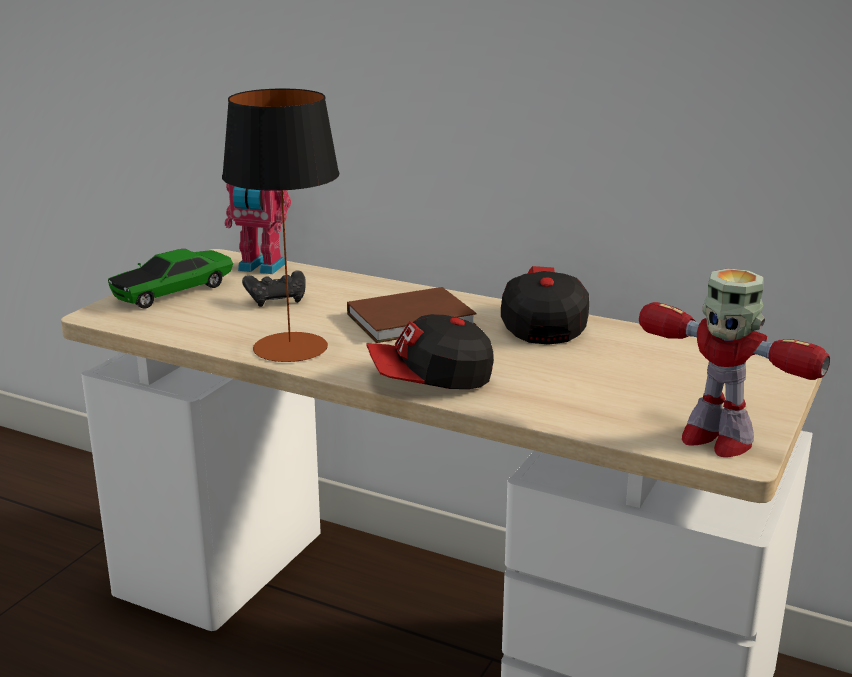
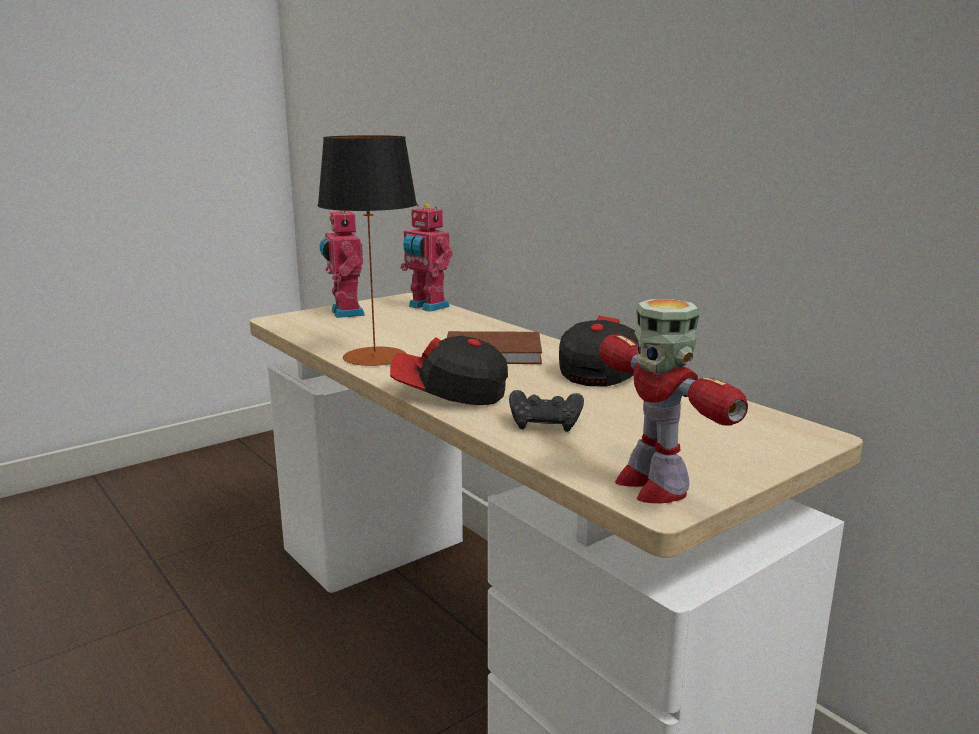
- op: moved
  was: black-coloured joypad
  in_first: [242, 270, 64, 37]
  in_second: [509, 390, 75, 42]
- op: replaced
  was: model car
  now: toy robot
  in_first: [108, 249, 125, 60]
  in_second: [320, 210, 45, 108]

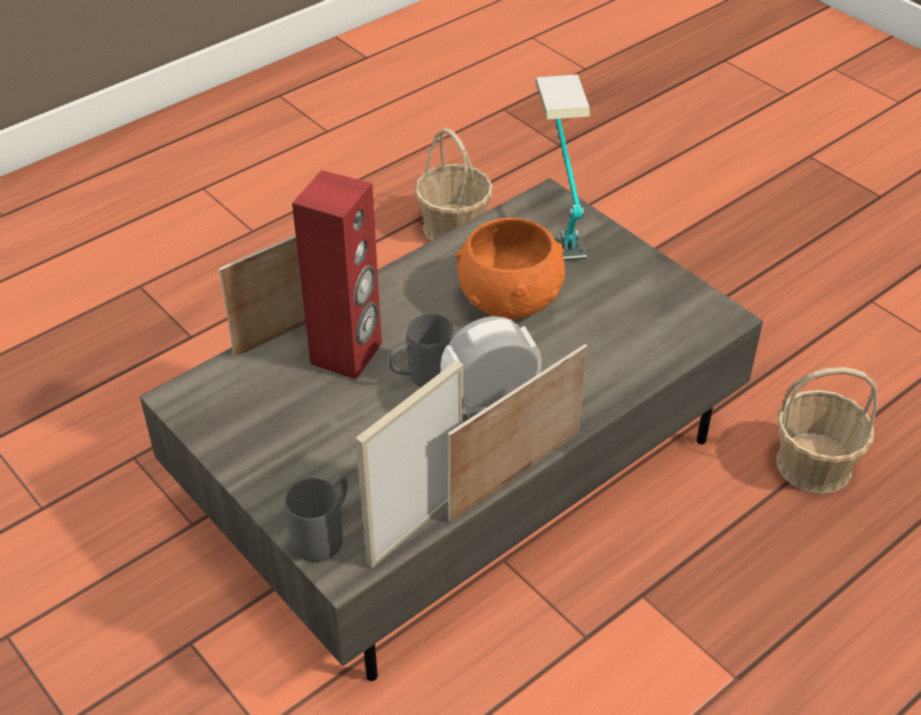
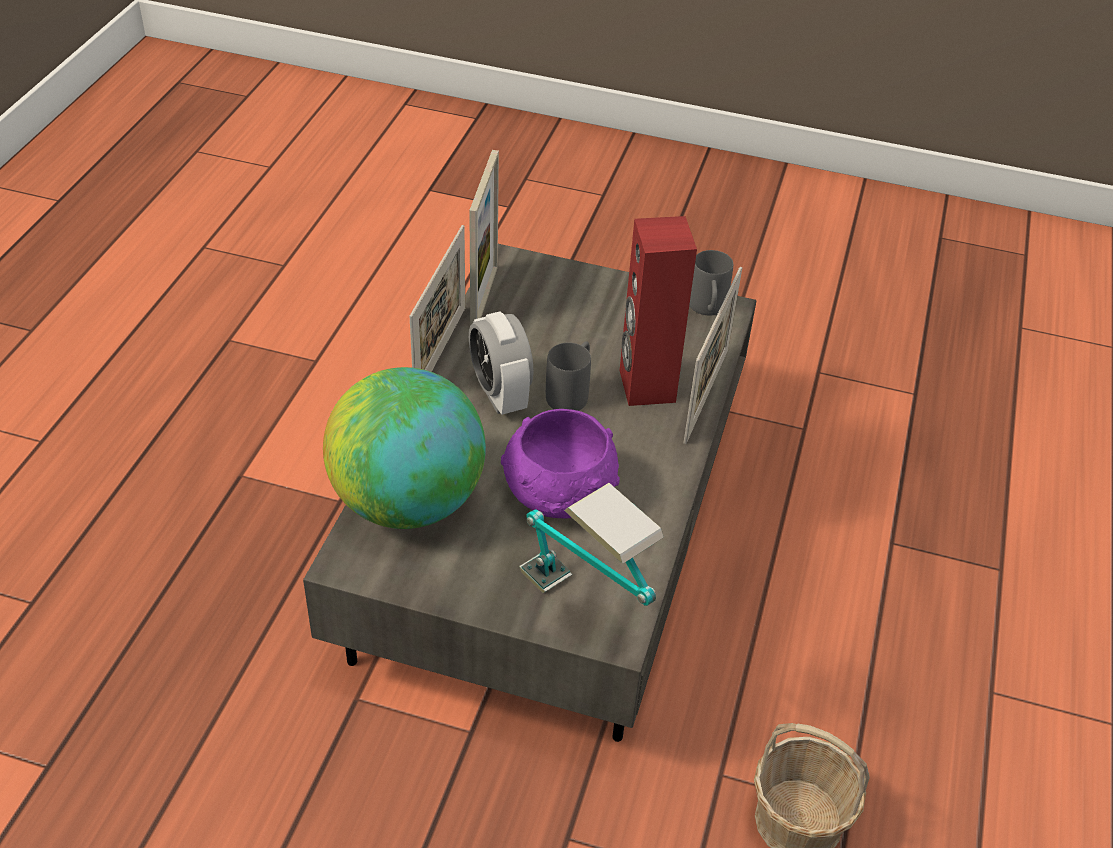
- op: removed
  was: storage basket
  in_first: [776, 367, 102, 127]
- op: added
  now: globe
  in_second: [323, 367, 163, 162]
- op: moved
  was: gray tea mug
  in_first: [285, 474, 63, 88]
  in_second: [689, 250, 44, 65]
- op: recoloured
  was: orange-coloured serving bowl
  now: purple serving bowl
  in_first: [456, 217, 109, 102]
  in_second: [501, 409, 119, 110]
- op: turned
  was: bedside clock
  in_first: [440, 316, 102, 103]
  in_second: [469, 311, 64, 104]
  clockwise: 120

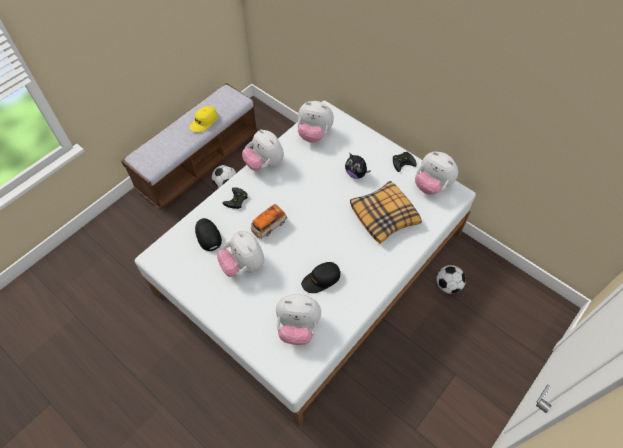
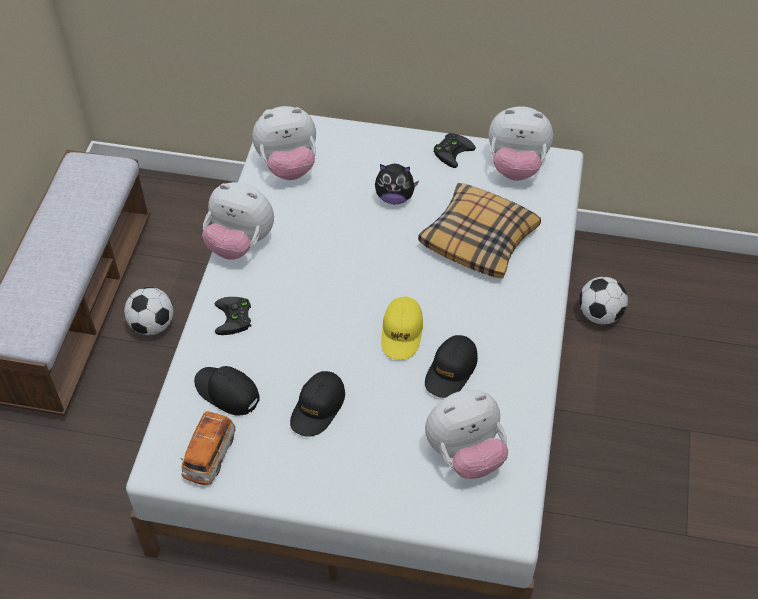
- op: moved
  was: yellow baseball cap
  in_first: [189, 106, 29, 26]
  in_second: [381, 297, 42, 63]
- op: moved
  was: model car
  in_first: [250, 204, 37, 35]
  in_second: [181, 411, 55, 74]
- op: replaced
  was: soft toy
  now: black-coloured baseball cap
  in_first: [217, 231, 48, 46]
  in_second: [290, 371, 55, 66]

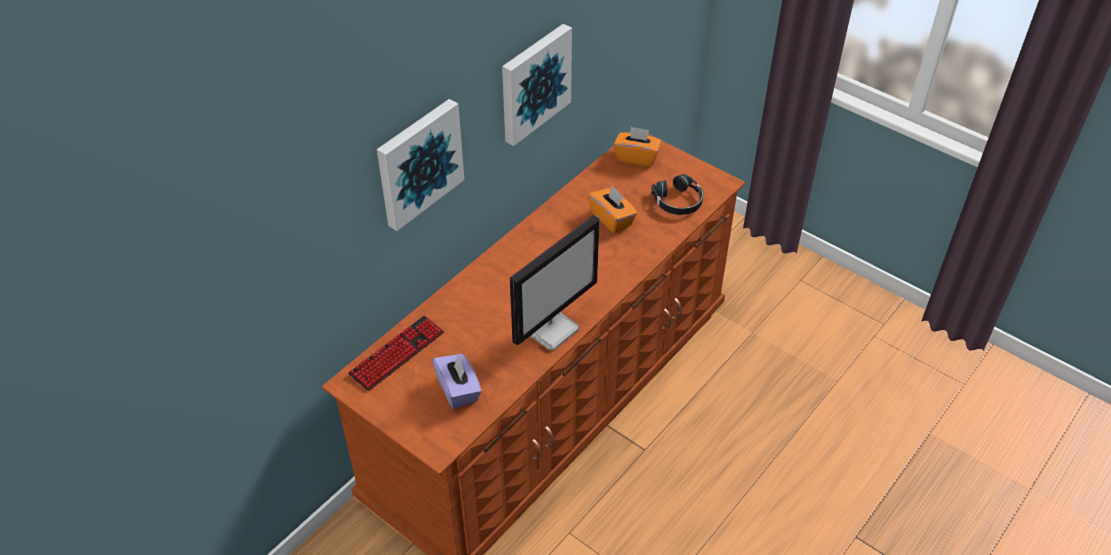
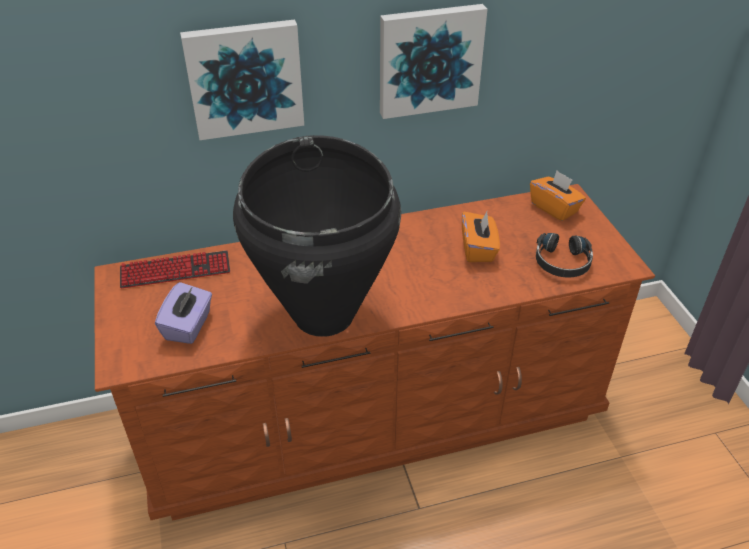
- op: replaced
  was: computer display
  now: black-coloured flower vase
  in_first: [510, 215, 90, 135]
  in_second: [233, 135, 168, 202]

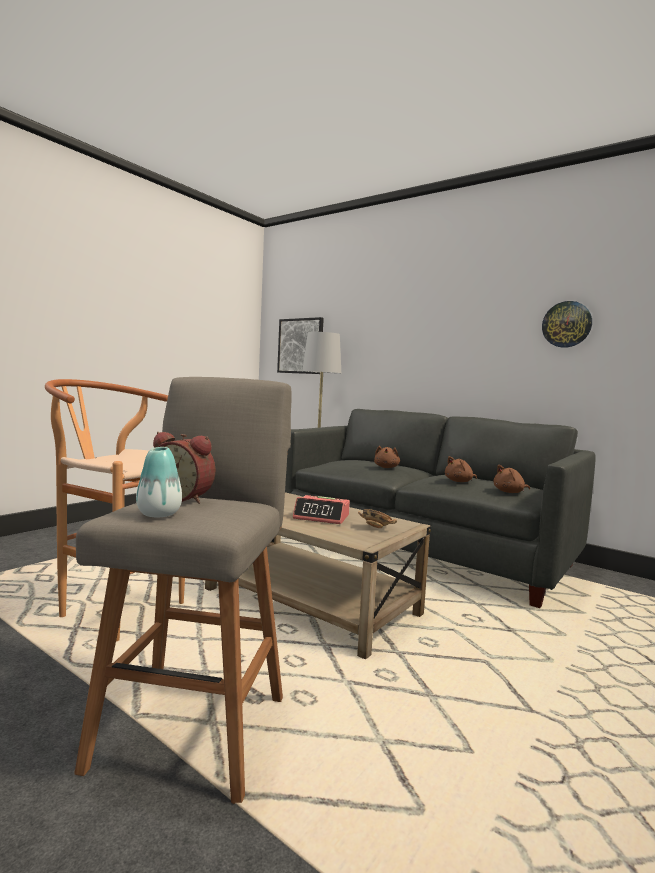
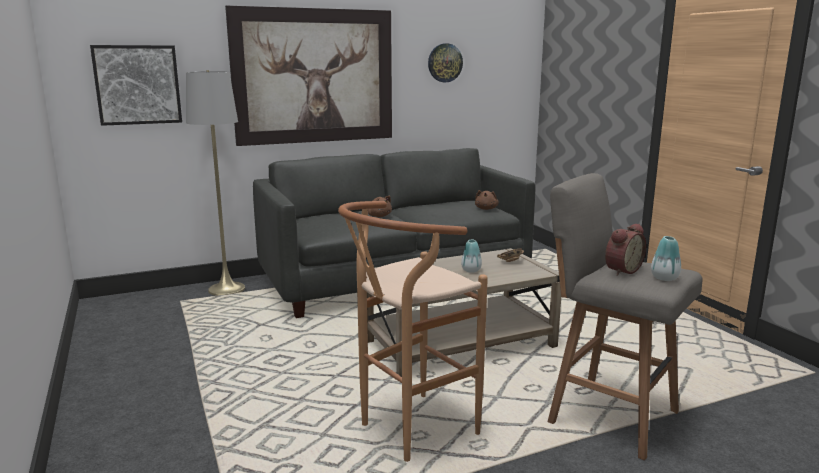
- op: removed
  was: brown-coloured soft toy
  in_first: [445, 456, 32, 26]
- op: added
  now: picture
  in_second: [225, 6, 167, 140]
- op: replaced
  was: bedside clock
  now: flower vase
  in_first: [293, 495, 57, 29]
  in_second: [461, 240, 21, 32]

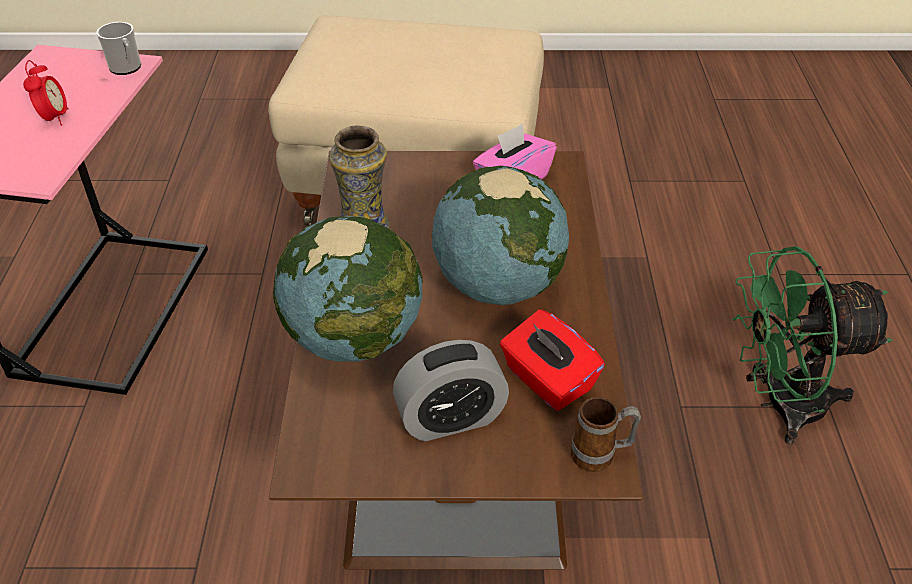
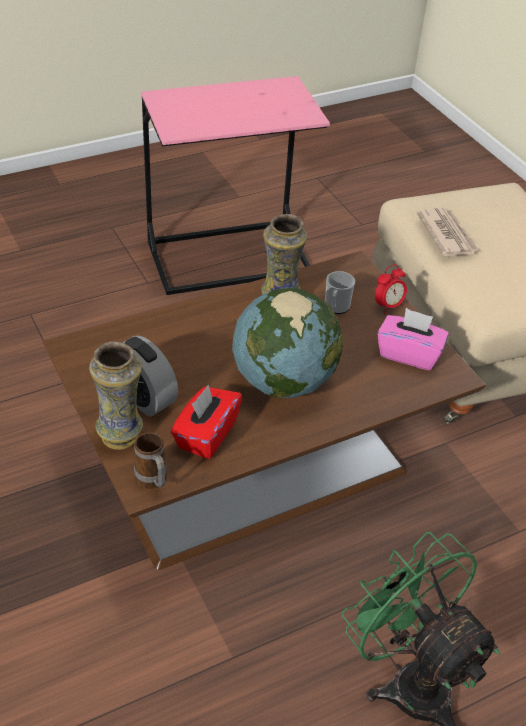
- op: removed
  was: globe
  in_first: [273, 216, 150, 146]
- op: added
  now: flower vase
  in_second: [89, 342, 54, 108]
- op: added
  now: printed paper
  in_second: [416, 208, 64, 48]
- op: moved
  was: bedside clock
  in_first: [23, 60, 46, 66]
  in_second: [375, 264, 32, 50]
- op: moved
  was: tea mug
  in_first: [97, 22, 44, 53]
  in_second: [325, 271, 30, 43]

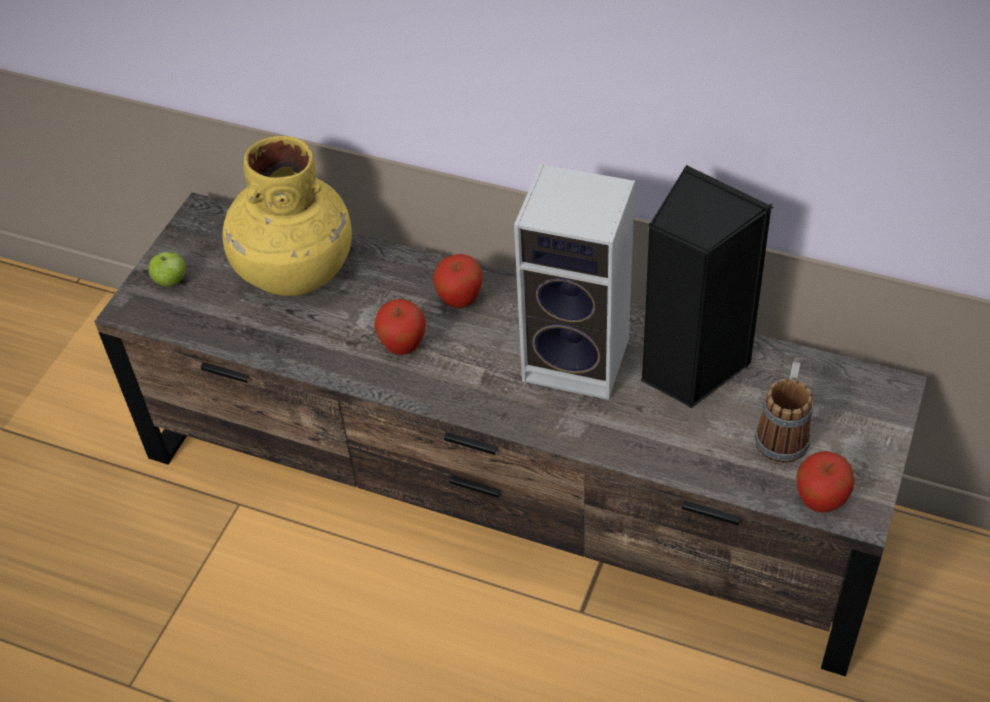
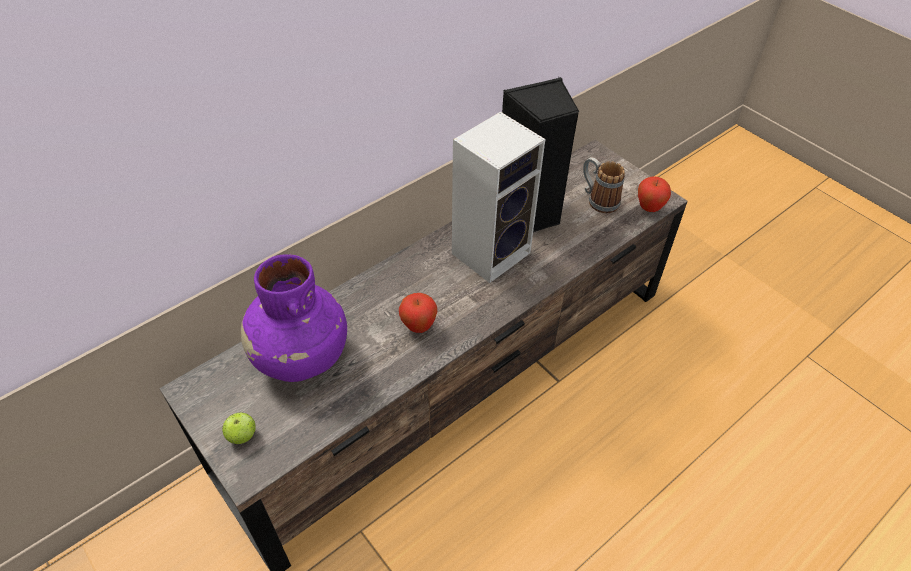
- op: removed
  was: whole apple
  in_first: [433, 254, 49, 54]
- op: recoloured
  was: yellow flower vase
  now: purple flower vase
  in_first: [223, 136, 129, 160]
  in_second: [241, 254, 106, 128]

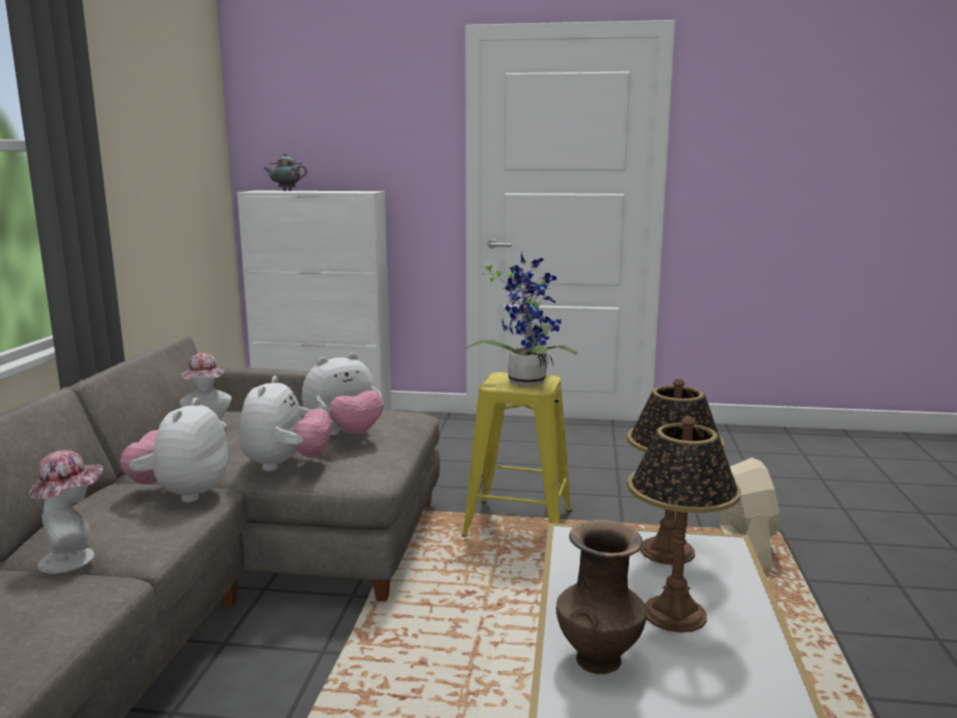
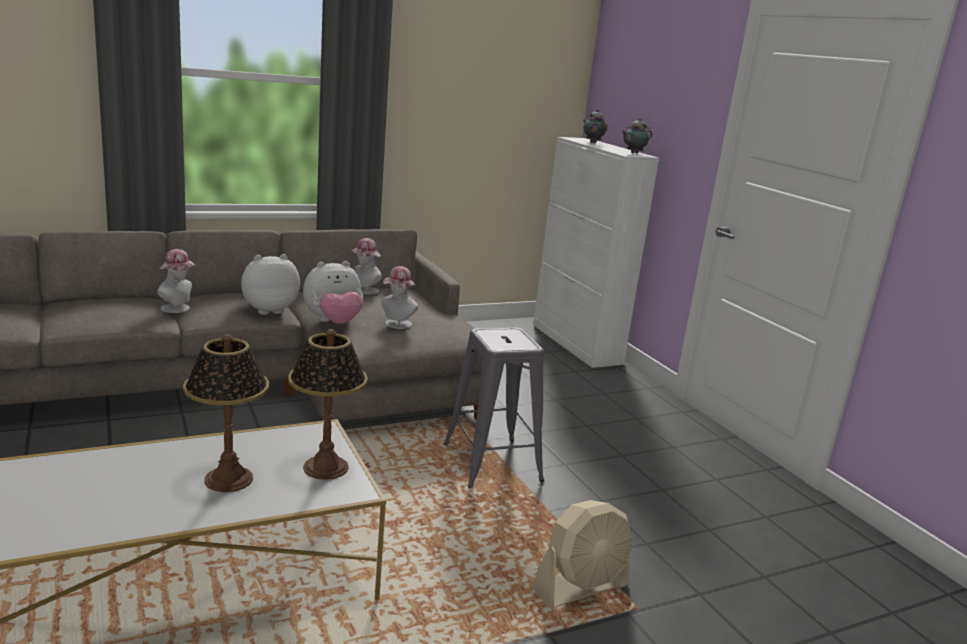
- op: removed
  was: potted plant
  in_first: [465, 251, 113, 135]
- op: removed
  was: brown-coloured flower vase
  in_first: [556, 520, 91, 154]
- op: added
  now: teapot
  in_second: [621, 118, 31, 36]
- op: replaced
  was: soft toy
  now: wearable hat
  in_first: [302, 353, 82, 82]
  in_second: [381, 266, 38, 63]
- op: recoloured
  was: yellow stool
  now: gray stool
  in_first: [462, 372, 110, 165]
  in_second: [444, 327, 100, 161]

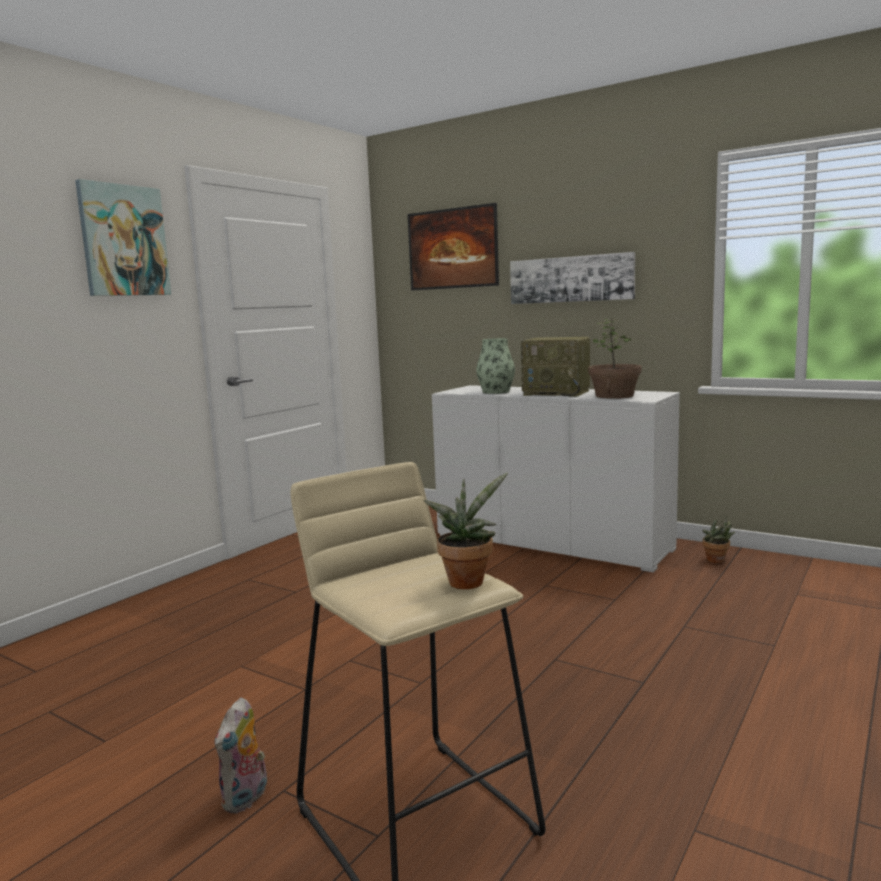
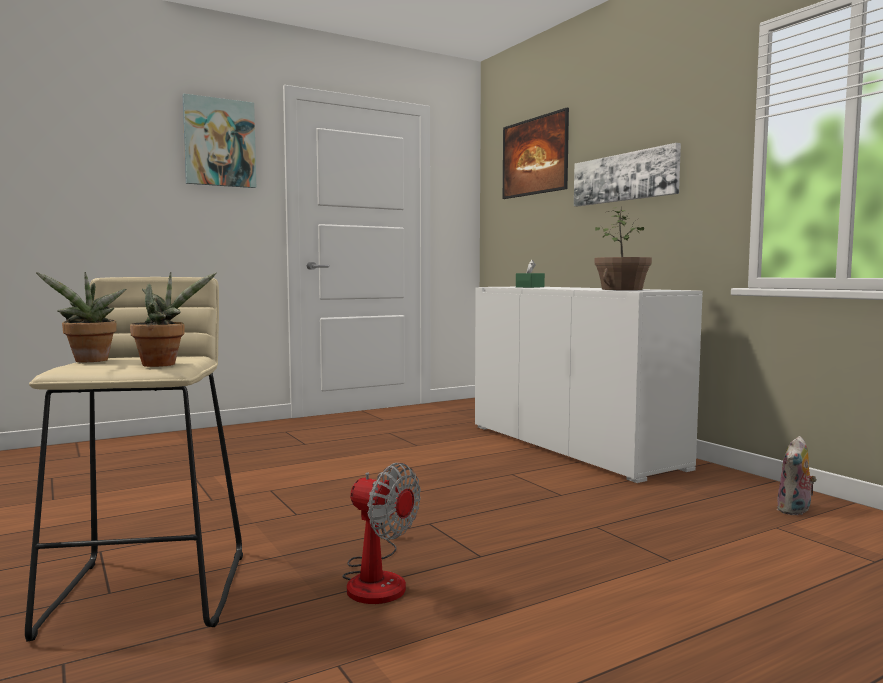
- op: removed
  was: radio receiver
  in_first: [521, 337, 69, 60]
- op: added
  now: electric fan
  in_second: [342, 463, 79, 141]
- op: moved
  was: soft toy
  in_first: [215, 697, 52, 116]
  in_second: [777, 436, 40, 80]
- op: moved
  was: potted plant
  in_first: [702, 516, 33, 47]
  in_second: [36, 272, 91, 90]
- op: replaced
  was: flower vase
  now: green-coloured tissue box
  in_first: [476, 338, 39, 56]
  in_second: [516, 260, 29, 28]

